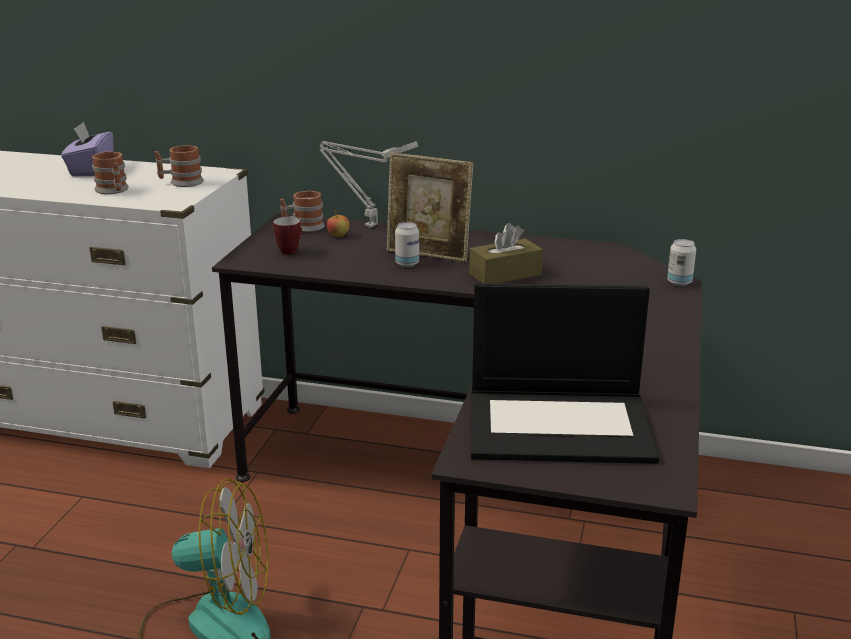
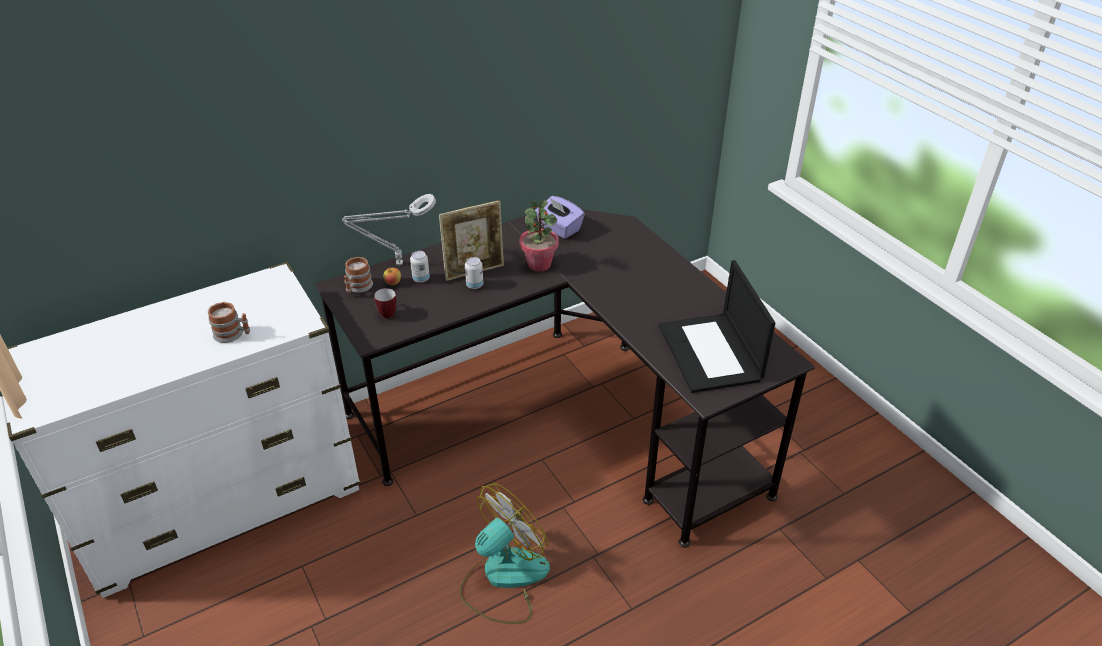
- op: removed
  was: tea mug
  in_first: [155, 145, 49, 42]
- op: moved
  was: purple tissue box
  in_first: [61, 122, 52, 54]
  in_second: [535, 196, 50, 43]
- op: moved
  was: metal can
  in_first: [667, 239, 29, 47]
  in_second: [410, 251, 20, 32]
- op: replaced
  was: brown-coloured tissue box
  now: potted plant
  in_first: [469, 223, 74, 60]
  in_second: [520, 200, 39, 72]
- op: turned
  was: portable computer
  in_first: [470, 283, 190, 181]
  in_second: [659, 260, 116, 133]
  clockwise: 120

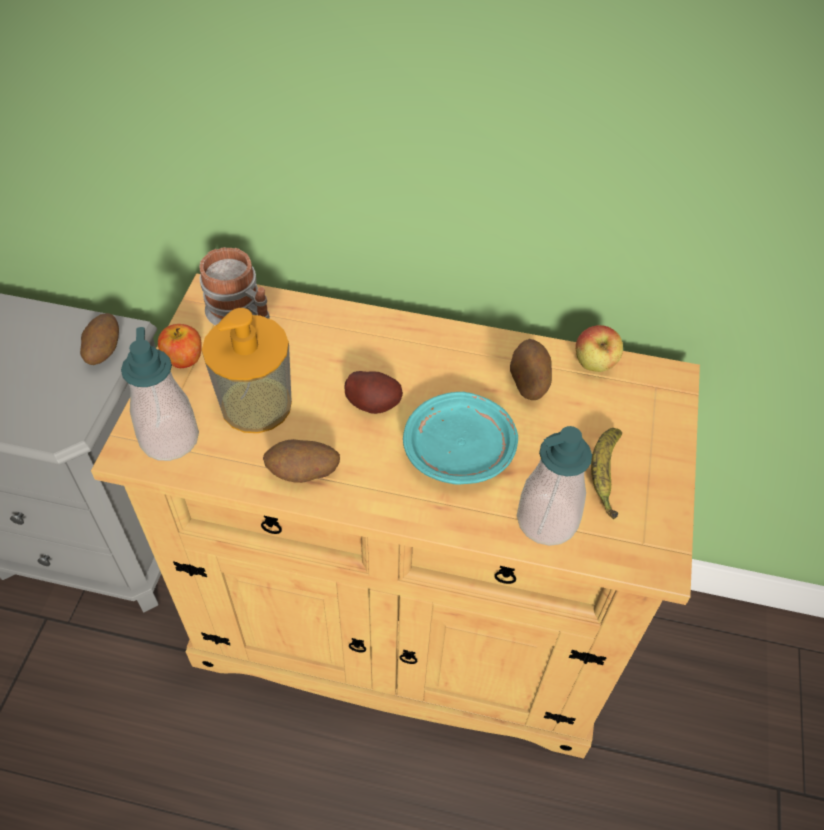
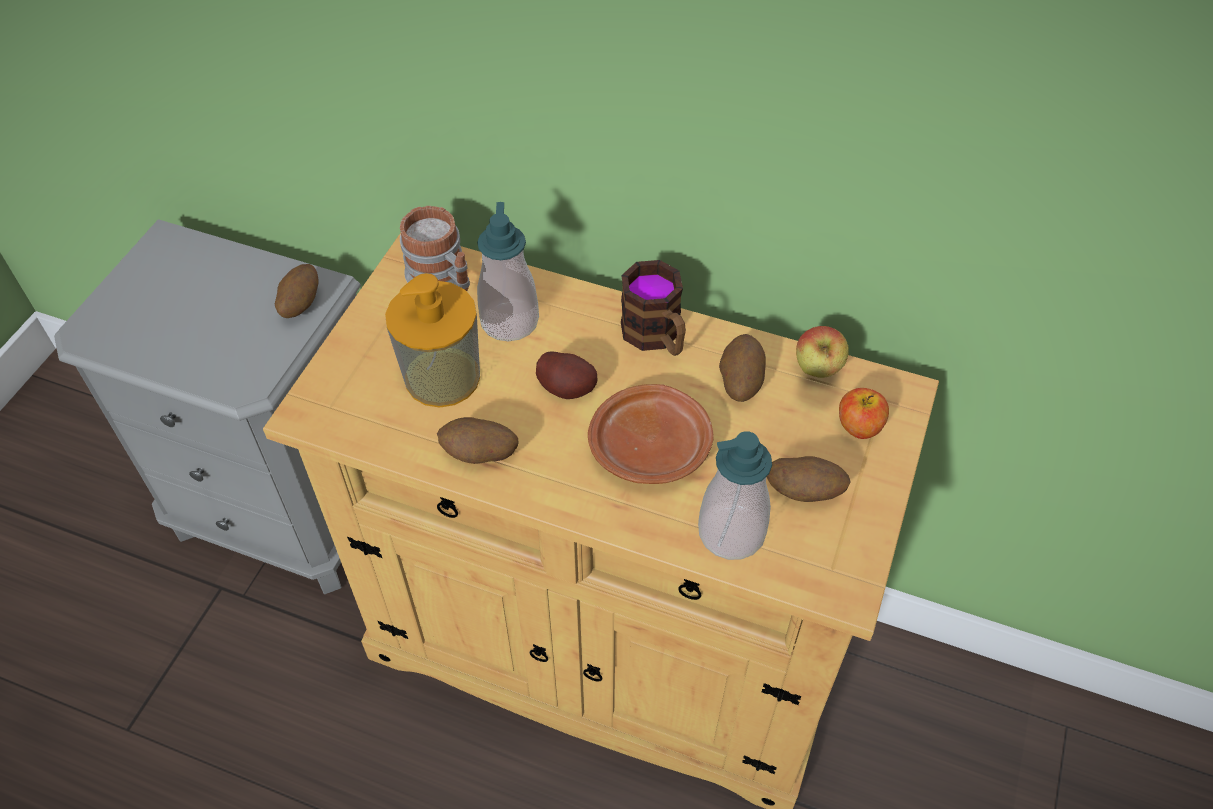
- op: added
  now: tea mug
  in_second: [621, 260, 65, 96]
- op: moved
  was: liquid soap bottle
  in_first: [121, 327, 78, 134]
  in_second: [477, 202, 62, 140]
- op: moved
  was: whole apple
  in_first: [158, 324, 44, 44]
  in_second: [839, 388, 50, 51]
- op: replaced
  was: banana
  now: whole potato
  in_first: [591, 428, 31, 91]
  in_second: [767, 456, 84, 46]
- op: recoloured
  was: turquoise plate
  now: brown-coloured plate
  in_first: [403, 392, 115, 93]
  in_second: [588, 384, 126, 100]

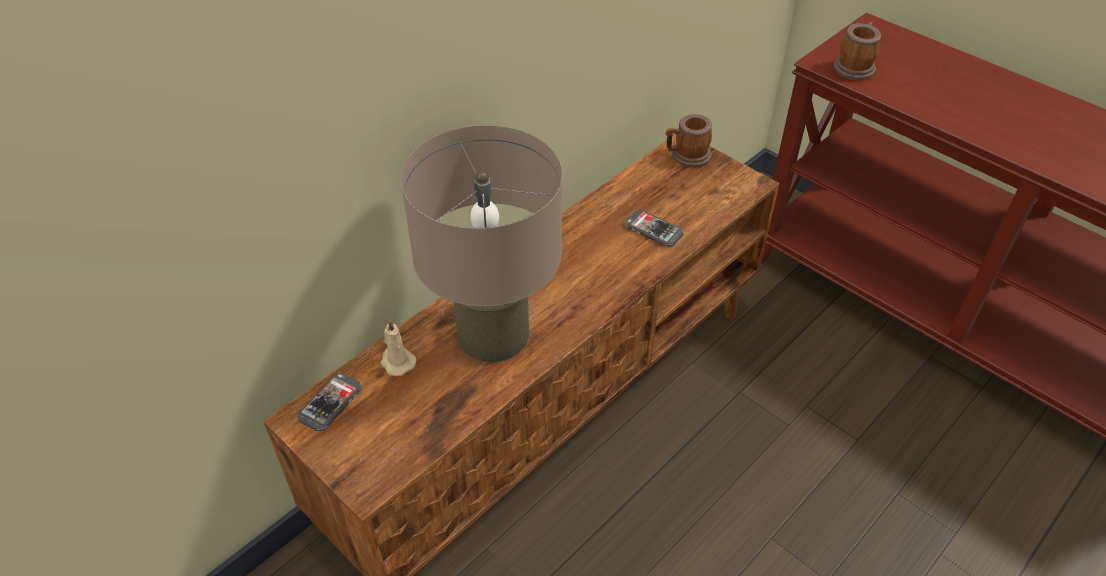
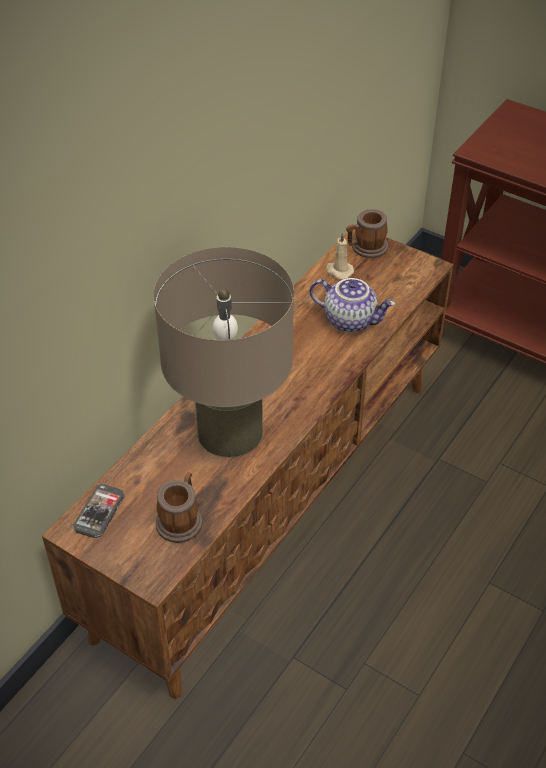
- op: moved
  was: sand-coloured wax candle
  in_first: [380, 320, 36, 56]
  in_second: [326, 232, 28, 47]
- op: moved
  was: tea mug
  in_first: [833, 22, 48, 58]
  in_second: [156, 472, 46, 71]
- op: replaced
  was: phone
  now: teapot
  in_first: [625, 210, 59, 37]
  in_second: [310, 278, 85, 54]

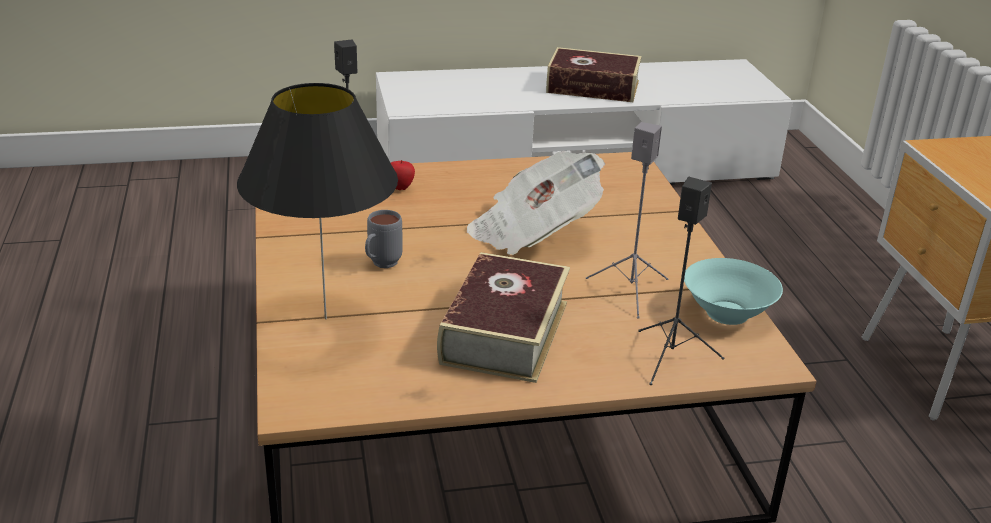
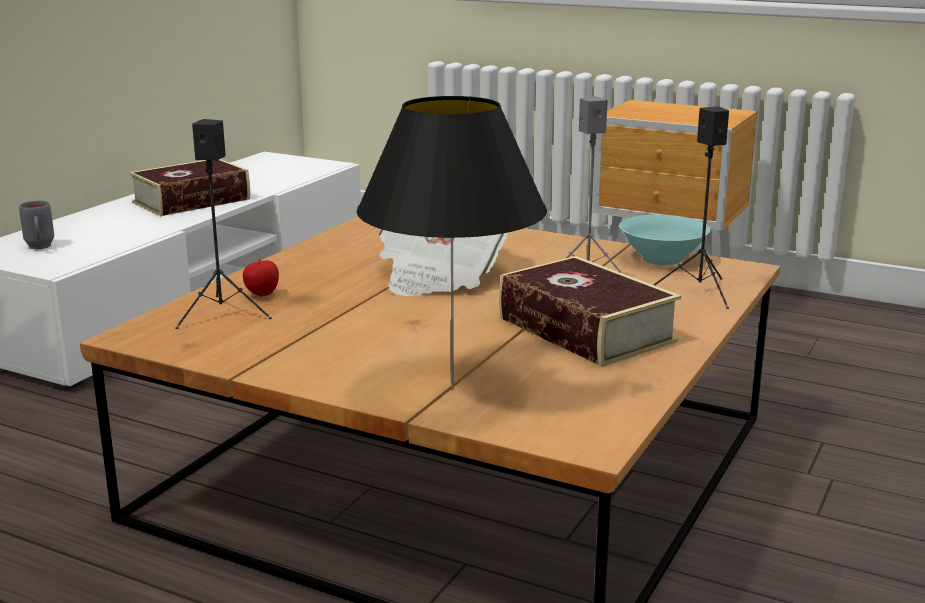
- op: moved
  was: gray tea mug
  in_first: [365, 210, 38, 58]
  in_second: [19, 201, 35, 48]

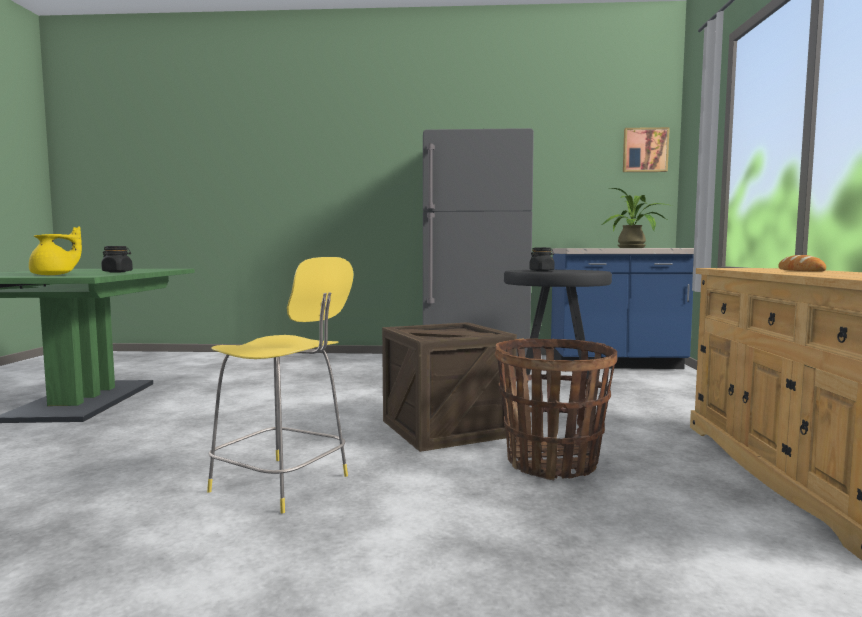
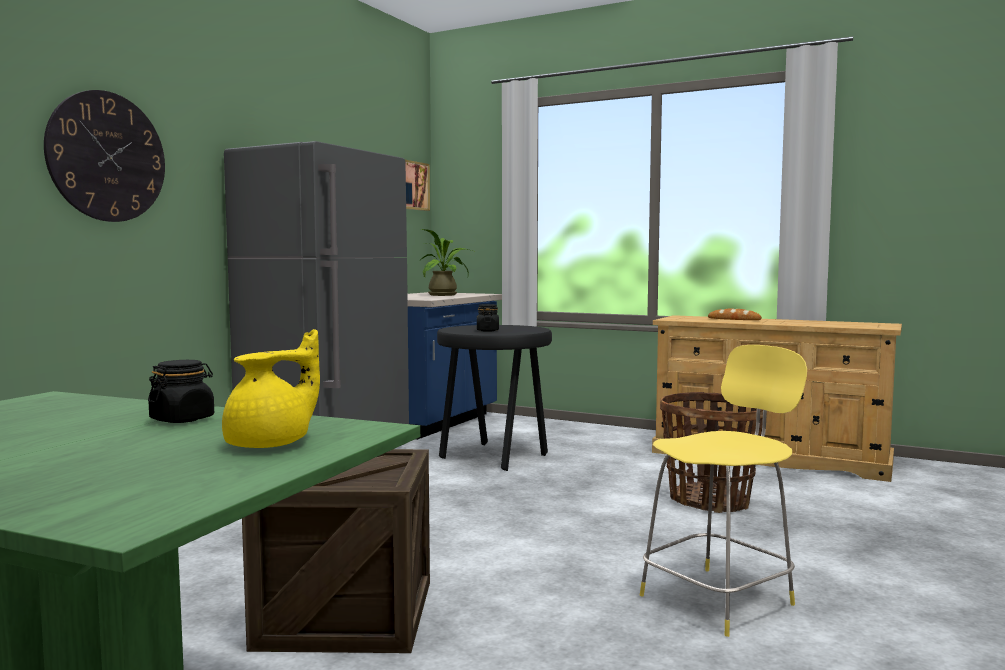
- op: added
  now: wall clock
  in_second: [44, 90, 121, 132]
- op: moved
  was: crate
  in_first: [382, 322, 135, 130]
  in_second: [242, 449, 188, 204]
- op: turned
  was: yellow teapot
  in_first: [29, 226, 53, 49]
  in_second: [222, 329, 98, 119]
  clockwise: 60

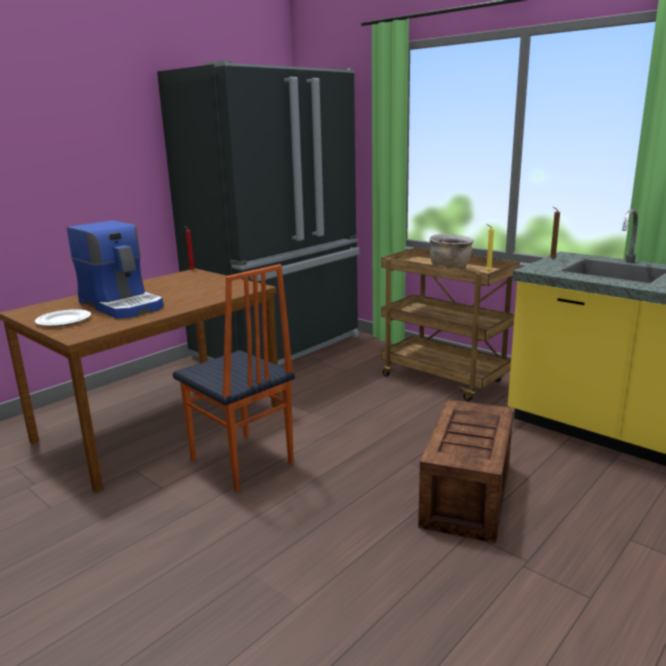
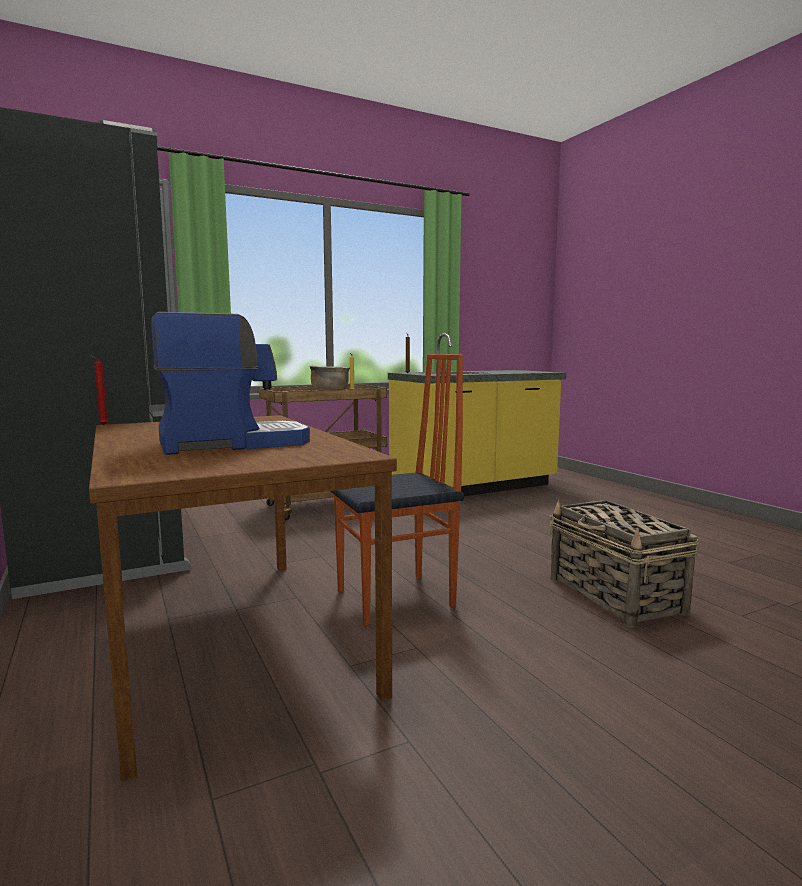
- op: removed
  was: plate
  in_first: [35, 309, 56, 17]
- op: removed
  was: crate
  in_first: [418, 399, 96, 144]
- op: added
  now: storage basket
  in_second: [549, 499, 150, 128]

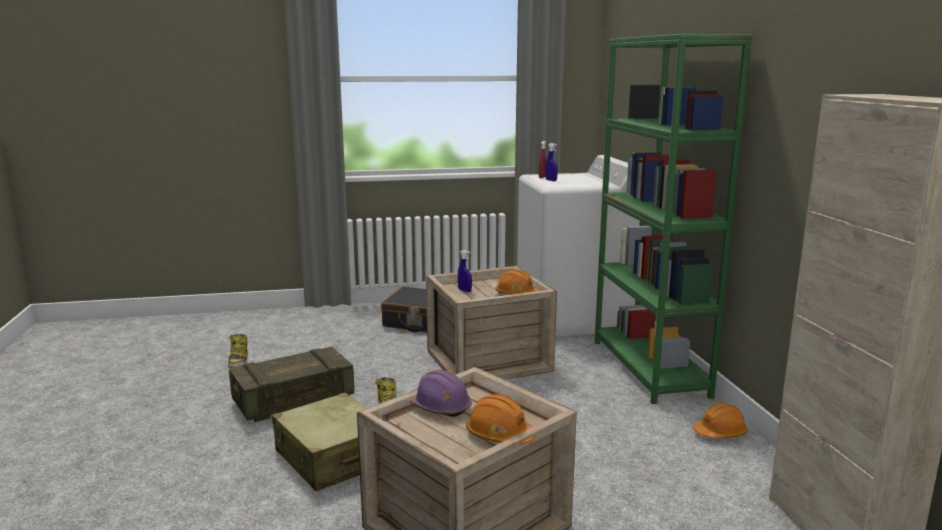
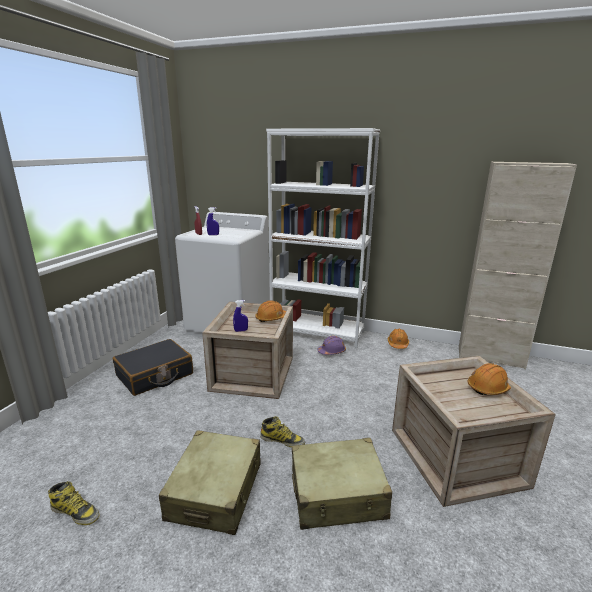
- op: moved
  was: purple hard hat
  in_first: [410, 370, 62, 47]
  in_second: [317, 336, 29, 19]
- op: replaced
  was: crate
  now: sand-coloured suitcase
  in_first: [229, 347, 126, 75]
  in_second: [159, 430, 102, 105]
- op: recoloured
  was: green-coloured bookshelf
  now: white-coloured bookshelf
  in_first: [595, 34, 158, 370]
  in_second: [266, 128, 114, 220]

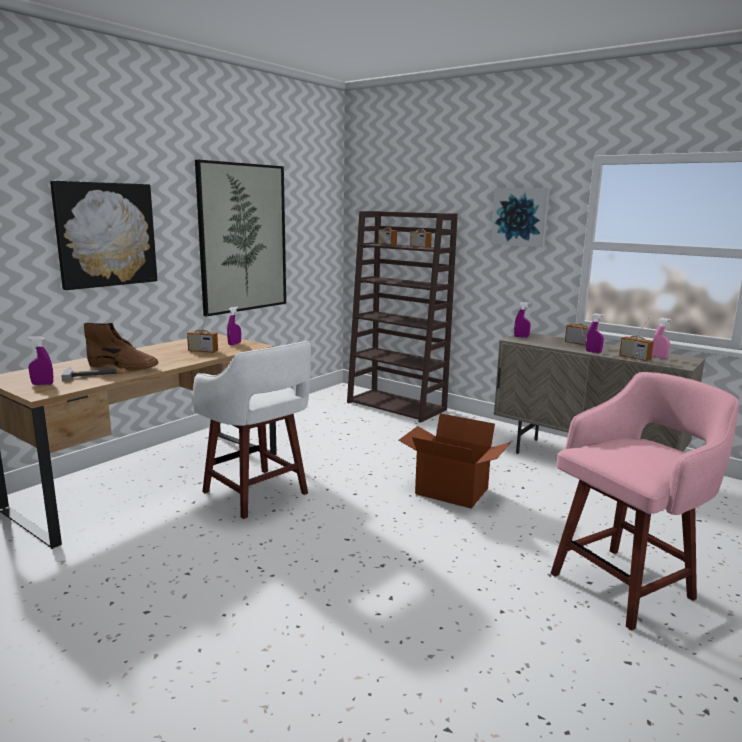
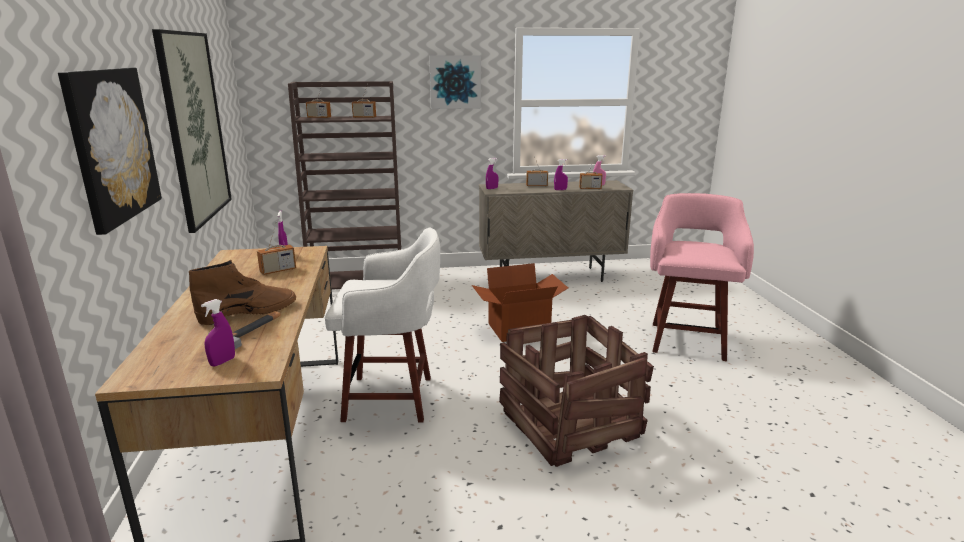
- op: added
  now: crate
  in_second: [499, 315, 155, 152]

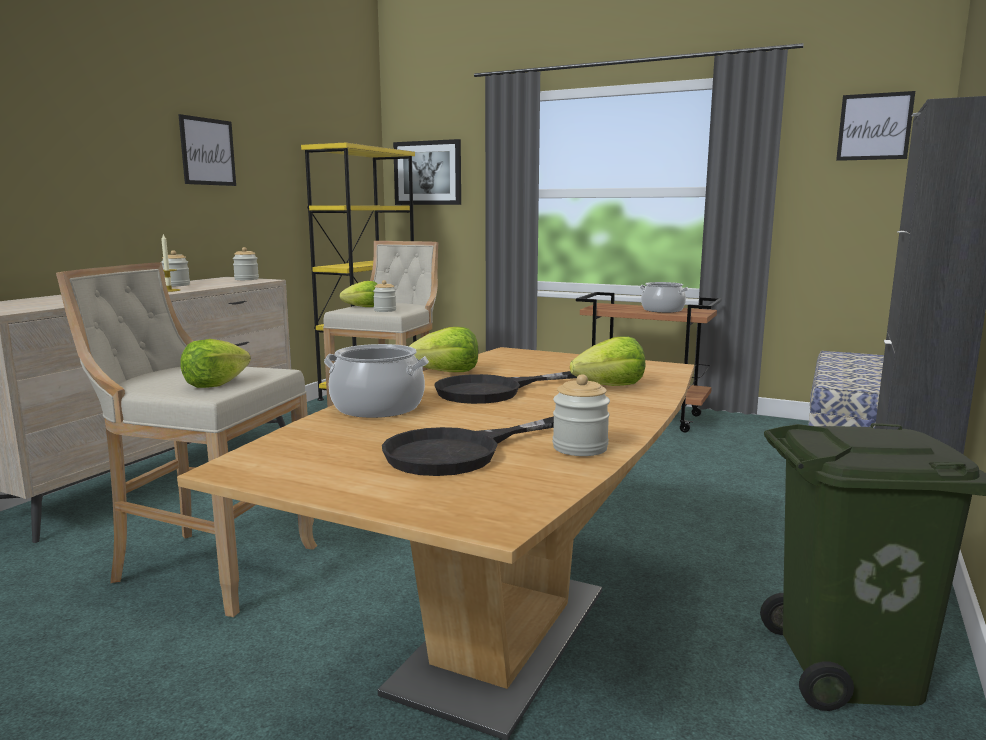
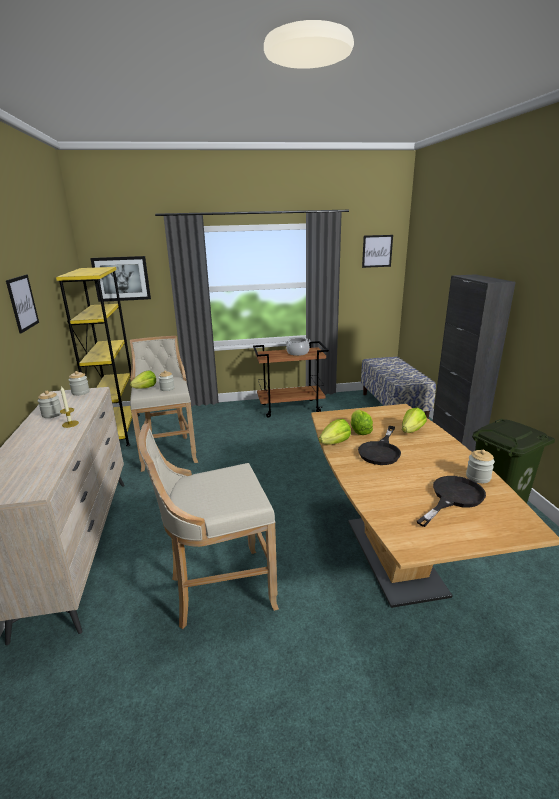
- op: removed
  was: cooking pot
  in_first: [324, 344, 105, 74]
- op: moved
  was: head of lettuce
  in_first: [180, 339, 71, 49]
  in_second: [351, 410, 22, 25]
- op: turned
  was: black-coloured frying pan
  in_first: [382, 416, 172, 60]
  in_second: [417, 476, 69, 51]
  clockwise: -150

